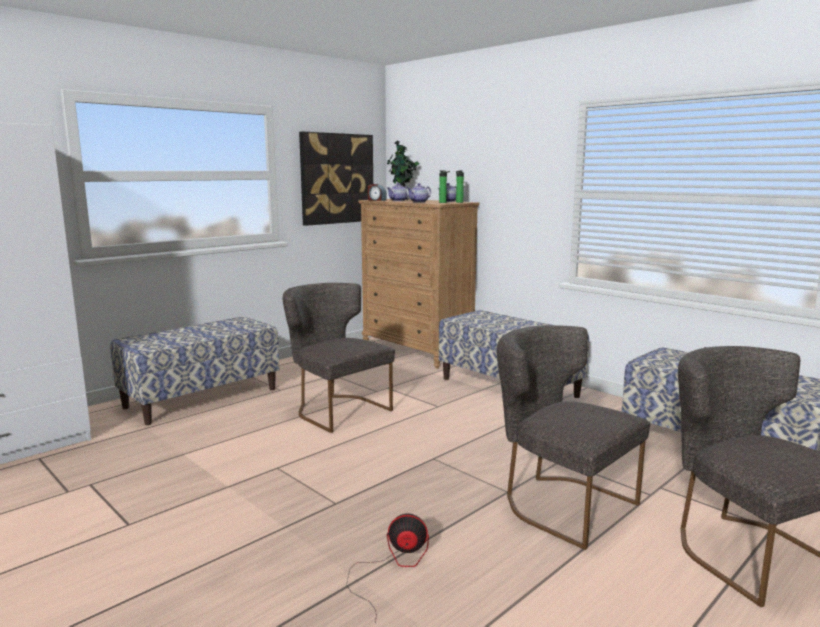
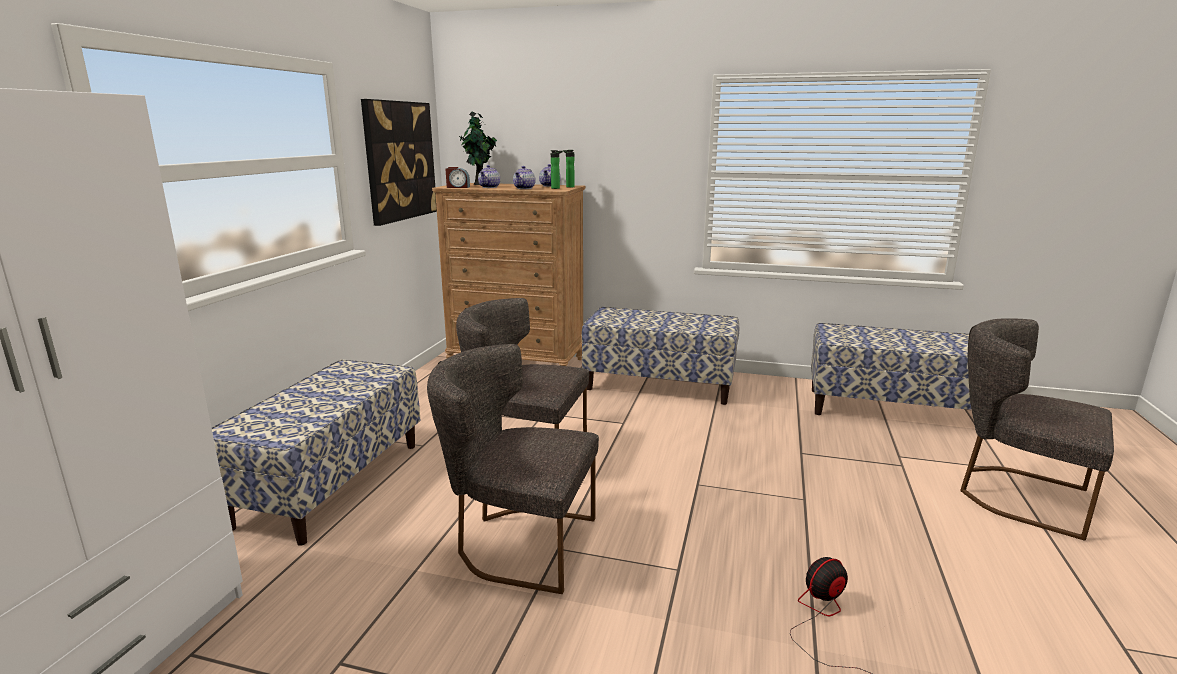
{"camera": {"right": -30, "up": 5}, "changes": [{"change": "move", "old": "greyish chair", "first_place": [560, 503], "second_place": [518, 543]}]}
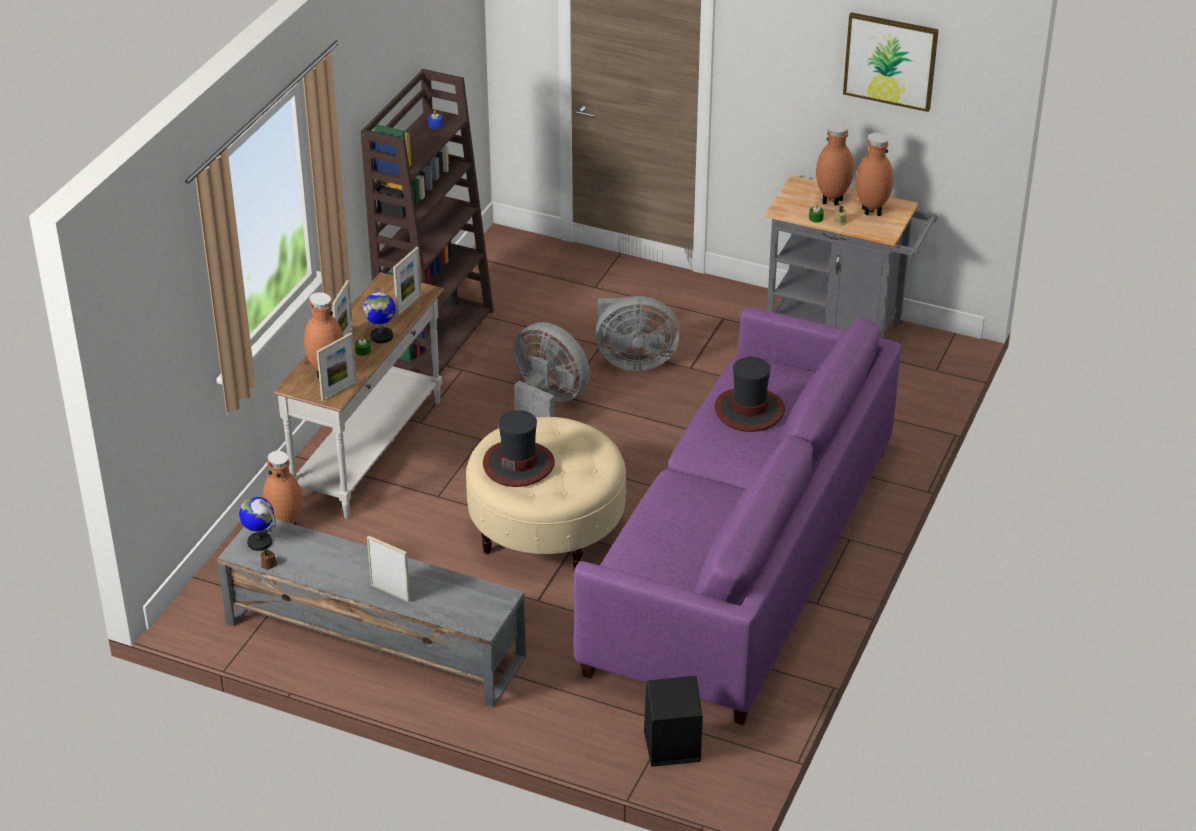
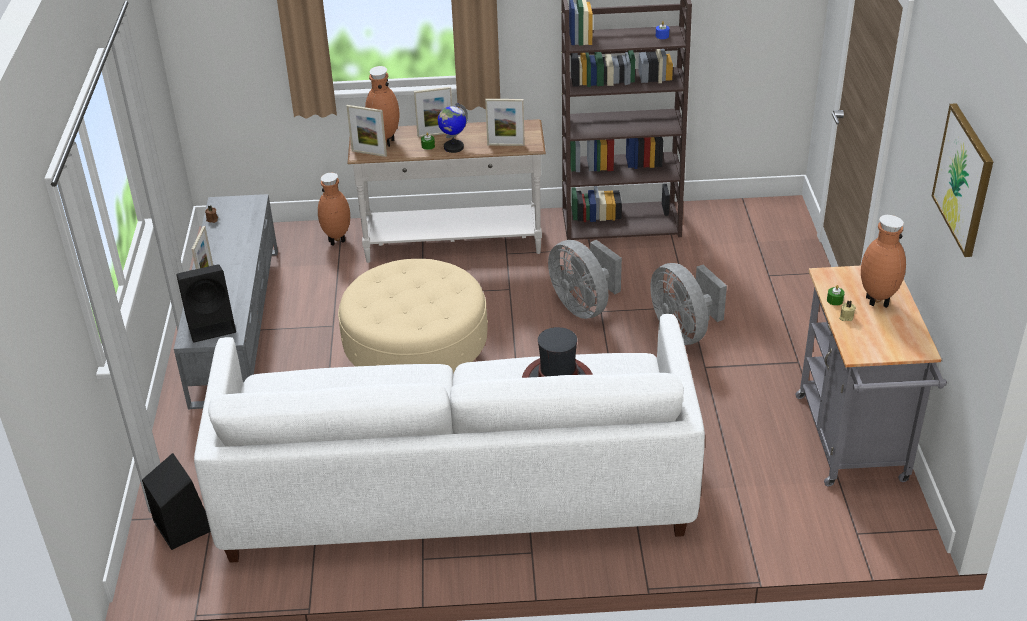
{"camera": {"right": 65, "up": 0}, "changes": [{"change": "insert", "new": "black-coloured speaker", "second_place": [212, 324]}, {"change": "recolor", "old": "purple-coloured sofa", "new": "white-coloured sofa", "first_place": [742, 558], "second_place": [456, 488]}, {"change": "rotate", "old": "greyish fan", "first_place": [547, 403], "second_place": [584, 306], "degrees": 135}, {"change": "delete", "old": "globe", "first_place": [259, 542]}, {"change": "delete", "old": "hat", "first_place": [519, 464]}, {"change": "delete", "old": "brown-coloured flower vase", "first_place": [870, 212]}]}
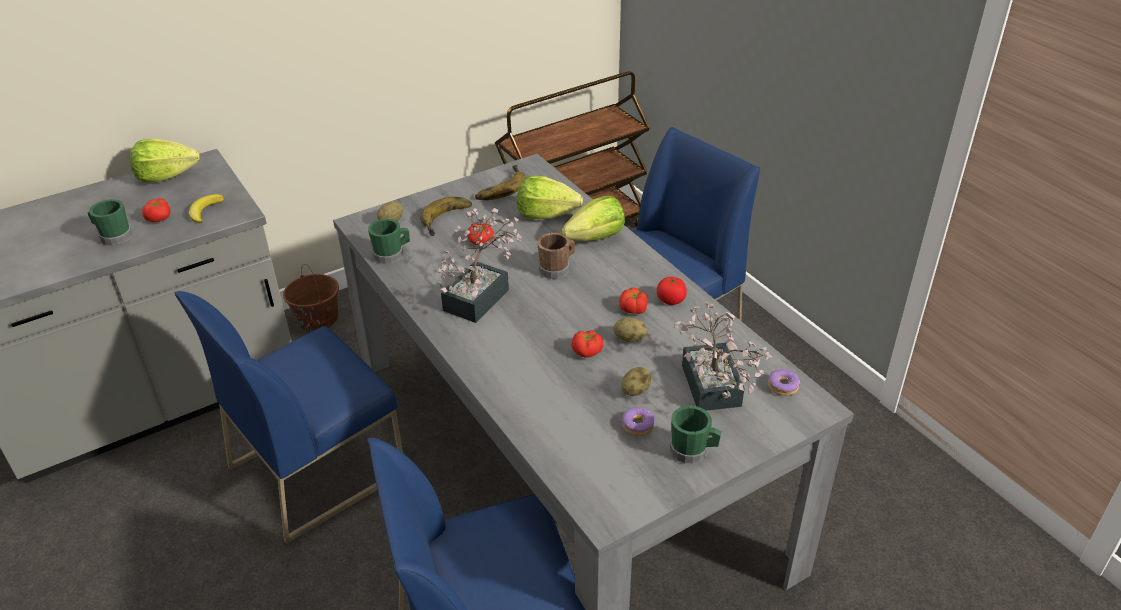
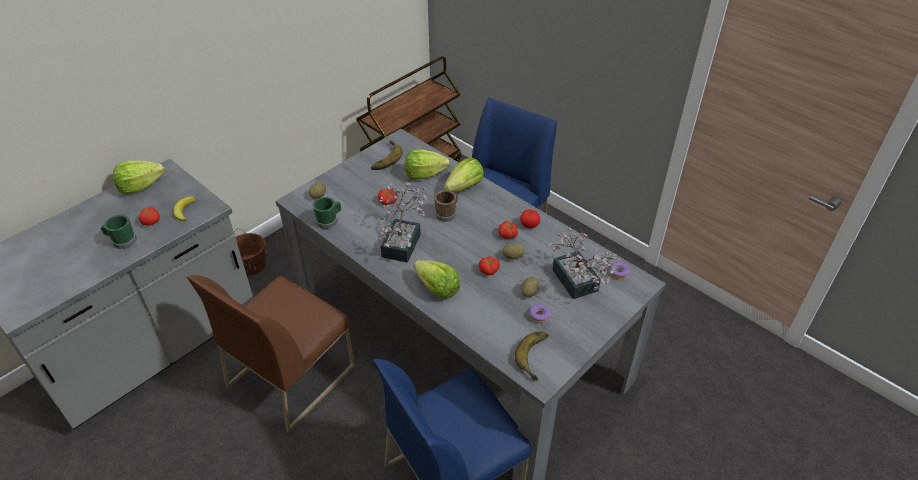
{"camera": {"right": -15, "up": 5}, "changes": [{"change": "recolor", "old": "blue-coloured chair", "new": "brown-coloured chair", "first_place": [317, 468], "second_place": [291, 375]}, {"change": "insert", "new": "lettuce head", "second_place": [437, 288]}, {"change": "move", "old": "banana", "first_place": [449, 220], "second_place": [537, 357]}, {"change": "delete", "old": "green mug", "first_place": [693, 451]}]}
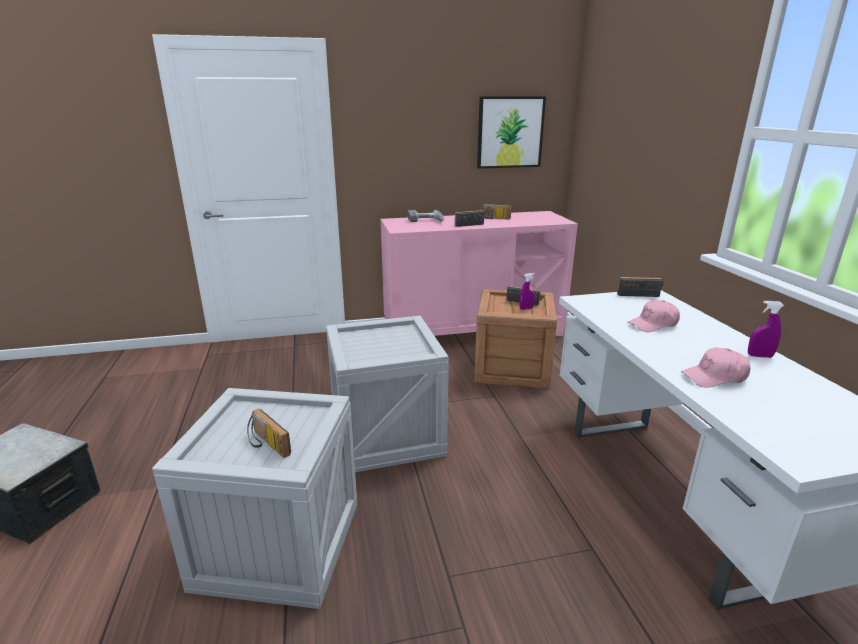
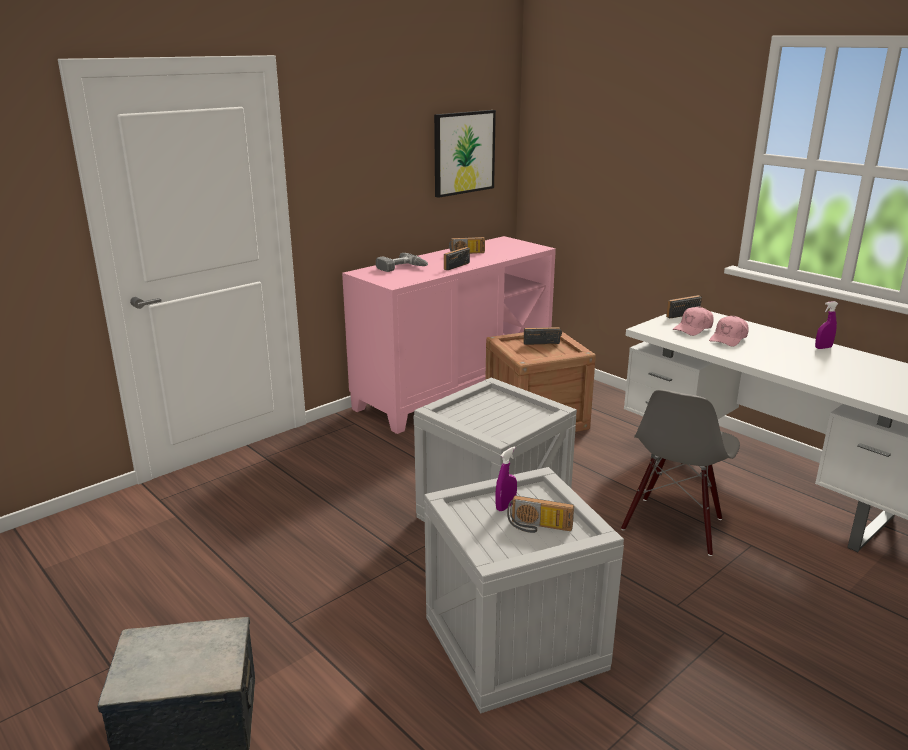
{"camera": {"right": -30, "up": 0}, "changes": [{"change": "move", "old": "purple-coloured sprayer", "first_place": [526, 308], "second_place": [505, 506]}, {"change": "insert", "new": "greyish chair", "second_place": [673, 525]}, {"change": "move", "old": "pinkish cap", "first_place": [714, 377], "second_place": [693, 328]}]}
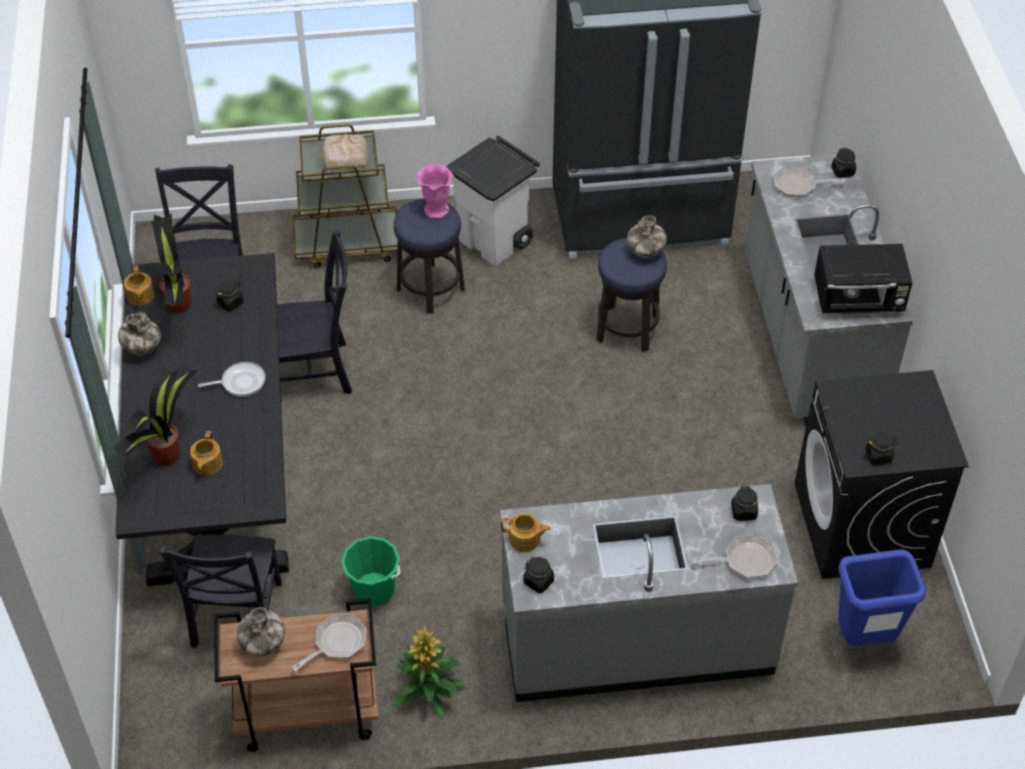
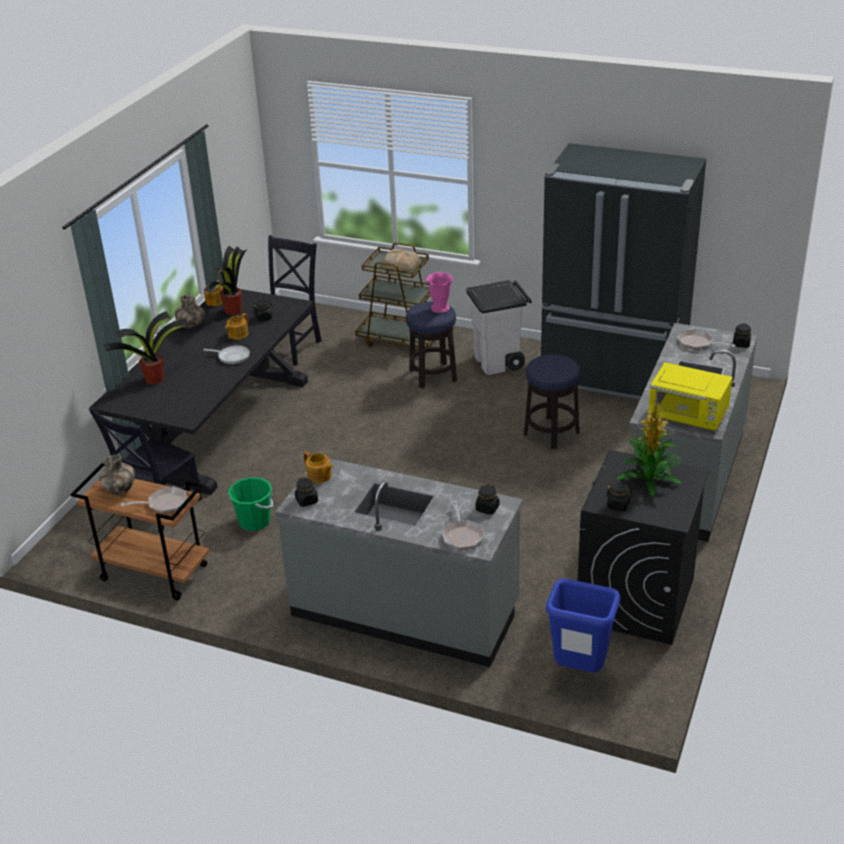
{"camera": {"right": 30, "up": -15}, "changes": [{"change": "move", "old": "teapot", "first_place": [207, 464], "second_place": [237, 335]}, {"change": "rotate", "old": "frying pan", "first_place": [745, 560], "second_place": [462, 535], "degrees": 60}, {"change": "move", "old": "plant in a pot", "first_place": [428, 689], "second_place": [650, 478]}, {"change": "recolor", "old": "black-coloured kitchen microwave", "new": "yellow kitchen microwave", "first_place": [859, 299], "second_place": [688, 416]}, {"change": "delete", "old": "black-coloured chair", "first_place": [316, 372]}, {"change": "delete", "old": "flower vase", "first_place": [645, 252]}]}
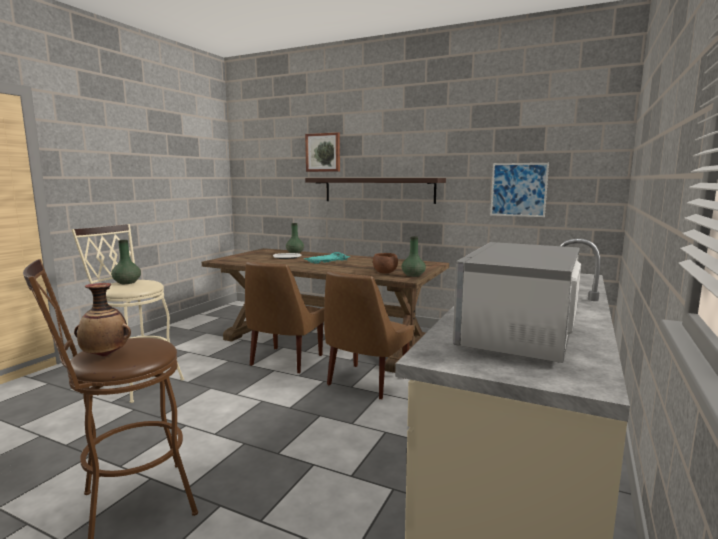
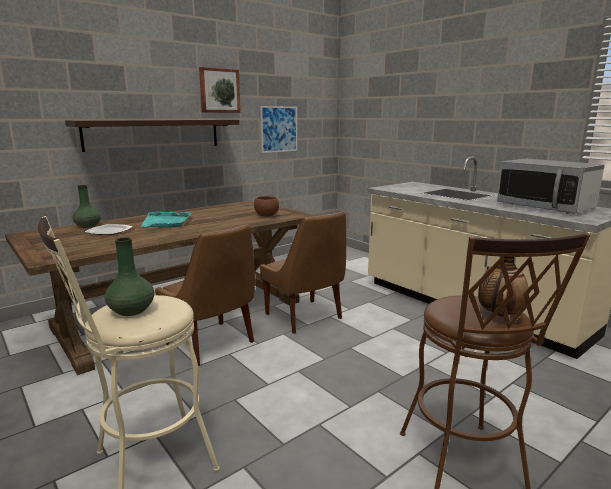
{"camera": {"right": -65, "up": 5}, "changes": [{"change": "move", "old": "wall picture", "first_place": [323, 152], "second_place": [219, 90]}, {"change": "delete", "old": "green flower vase", "first_place": [413, 275]}]}
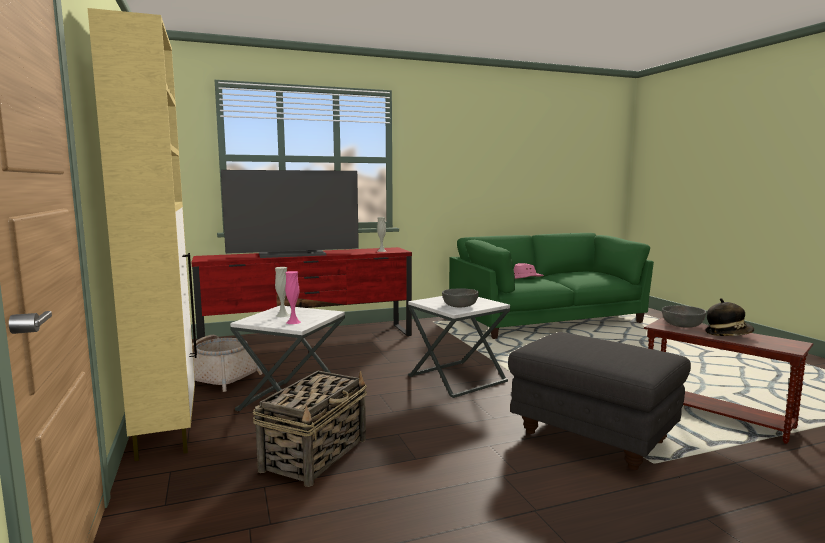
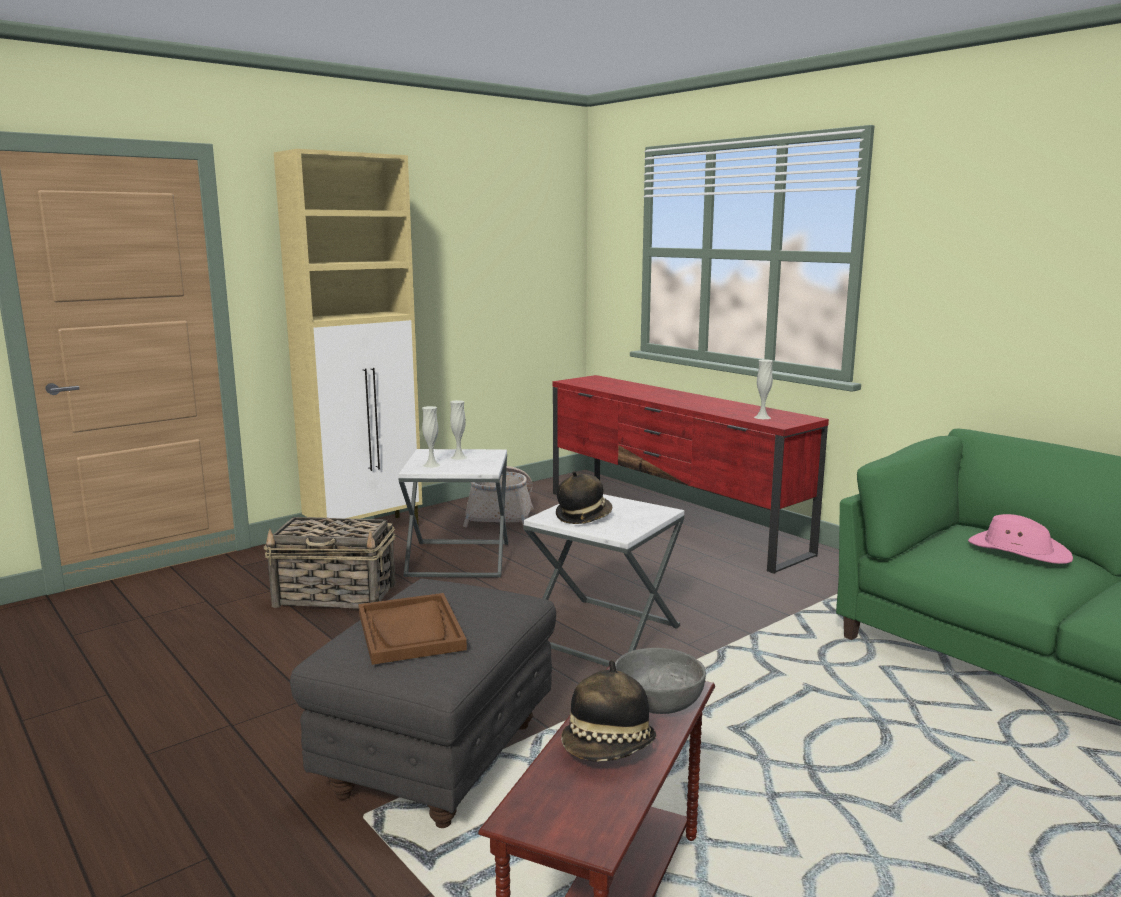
{"camera": {"right": 70, "up": 5}, "changes": [{"change": "insert", "new": "brown-coloured tray", "second_place": [411, 631]}, {"change": "recolor", "old": "pinkish flower vase", "new": "white-coloured flower vase", "first_place": [293, 322], "second_place": [431, 465]}, {"change": "replace", "old": "greyish serving bowl", "new": "hat", "first_place": [459, 305], "second_place": [583, 516]}, {"change": "delete", "old": "television", "first_place": [293, 254]}]}
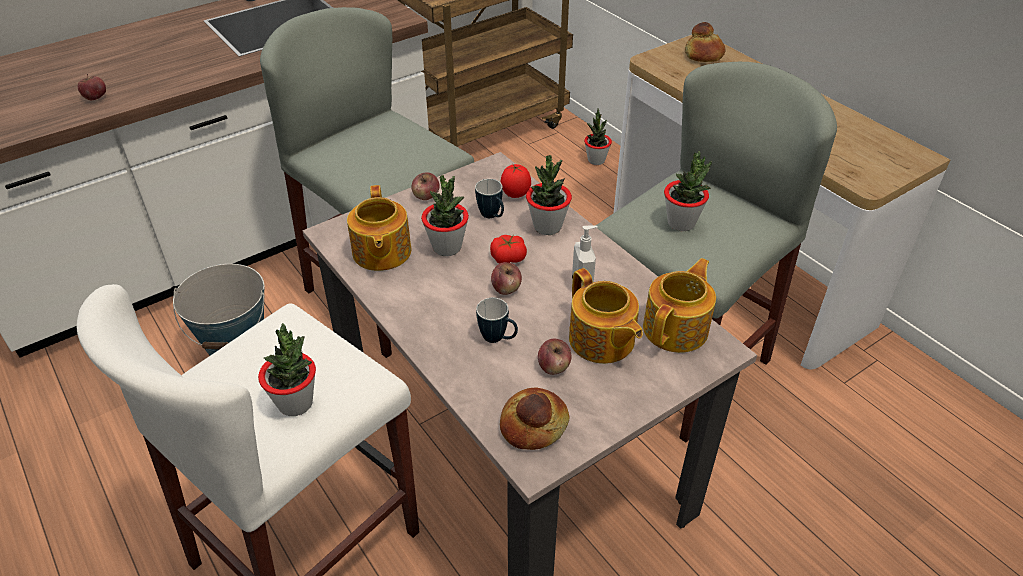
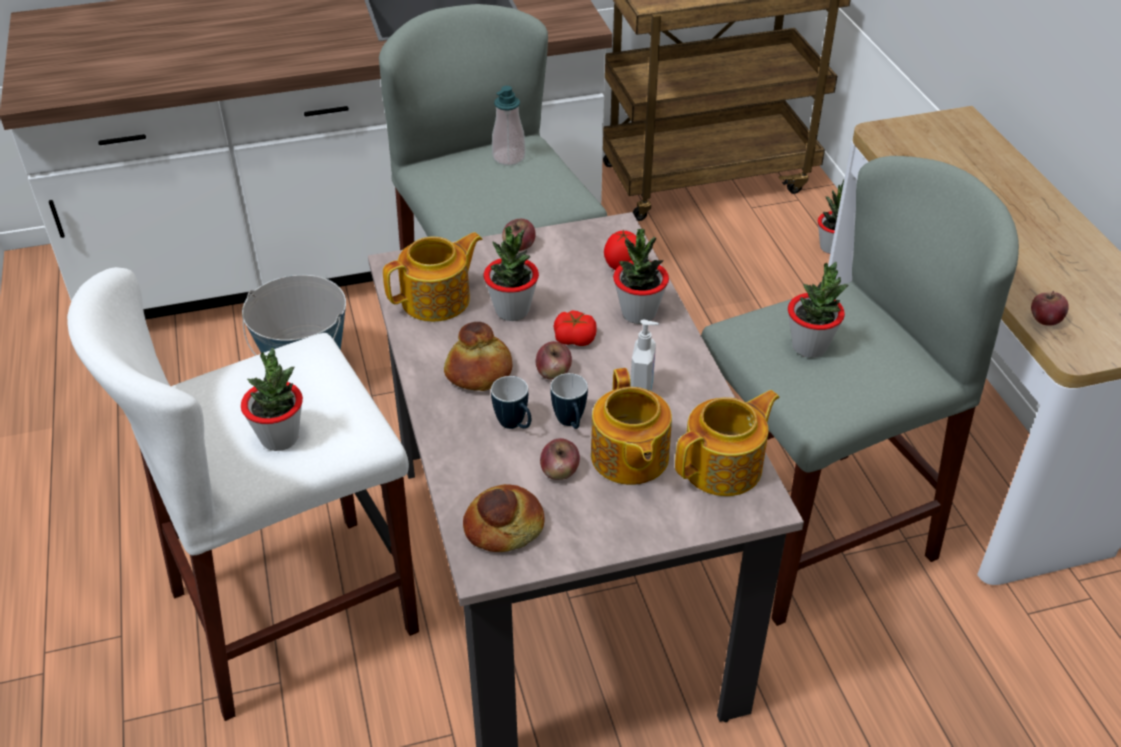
{"camera": {"right": 20, "up": 0}, "changes": [{"change": "rotate", "old": "teapot", "first_place": [381, 253], "second_place": [437, 300], "degrees": -135}, {"change": "move", "old": "bakery bread", "first_place": [703, 55], "second_place": [478, 372]}, {"change": "insert", "new": "liquid soap bottle", "second_place": [508, 157]}, {"change": "move", "old": "mug", "first_place": [492, 216], "second_place": [571, 424]}, {"change": "move", "old": "whole apple", "first_place": [95, 98], "second_place": [1045, 320]}]}
